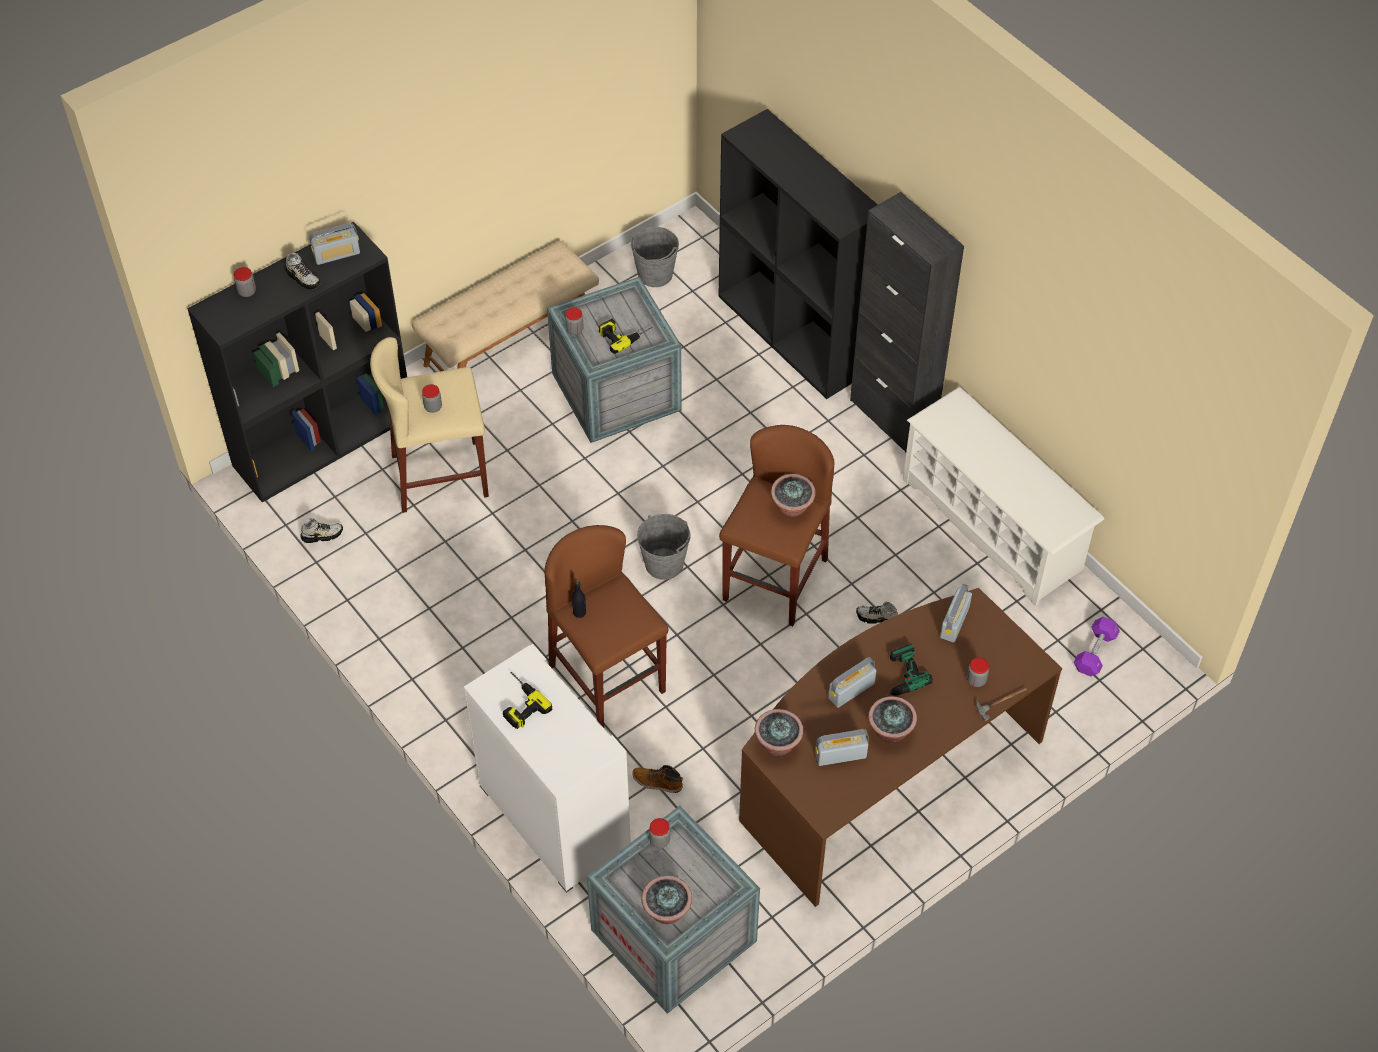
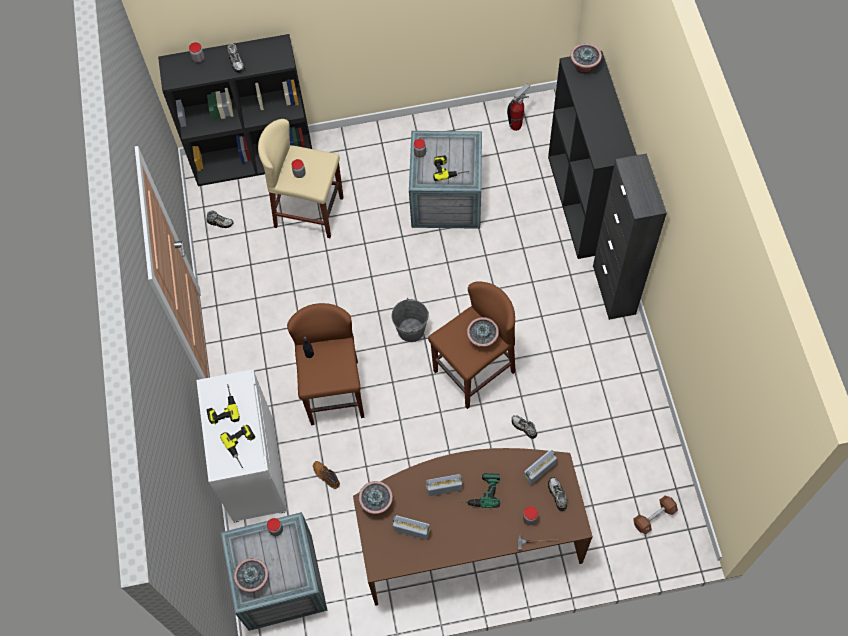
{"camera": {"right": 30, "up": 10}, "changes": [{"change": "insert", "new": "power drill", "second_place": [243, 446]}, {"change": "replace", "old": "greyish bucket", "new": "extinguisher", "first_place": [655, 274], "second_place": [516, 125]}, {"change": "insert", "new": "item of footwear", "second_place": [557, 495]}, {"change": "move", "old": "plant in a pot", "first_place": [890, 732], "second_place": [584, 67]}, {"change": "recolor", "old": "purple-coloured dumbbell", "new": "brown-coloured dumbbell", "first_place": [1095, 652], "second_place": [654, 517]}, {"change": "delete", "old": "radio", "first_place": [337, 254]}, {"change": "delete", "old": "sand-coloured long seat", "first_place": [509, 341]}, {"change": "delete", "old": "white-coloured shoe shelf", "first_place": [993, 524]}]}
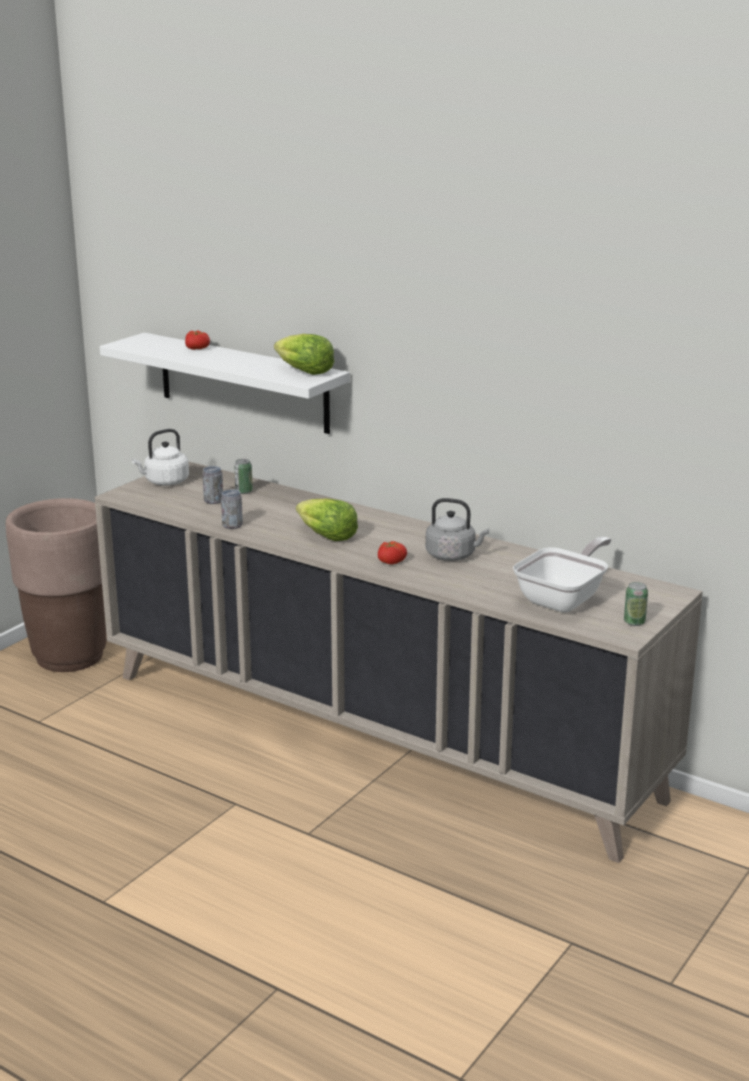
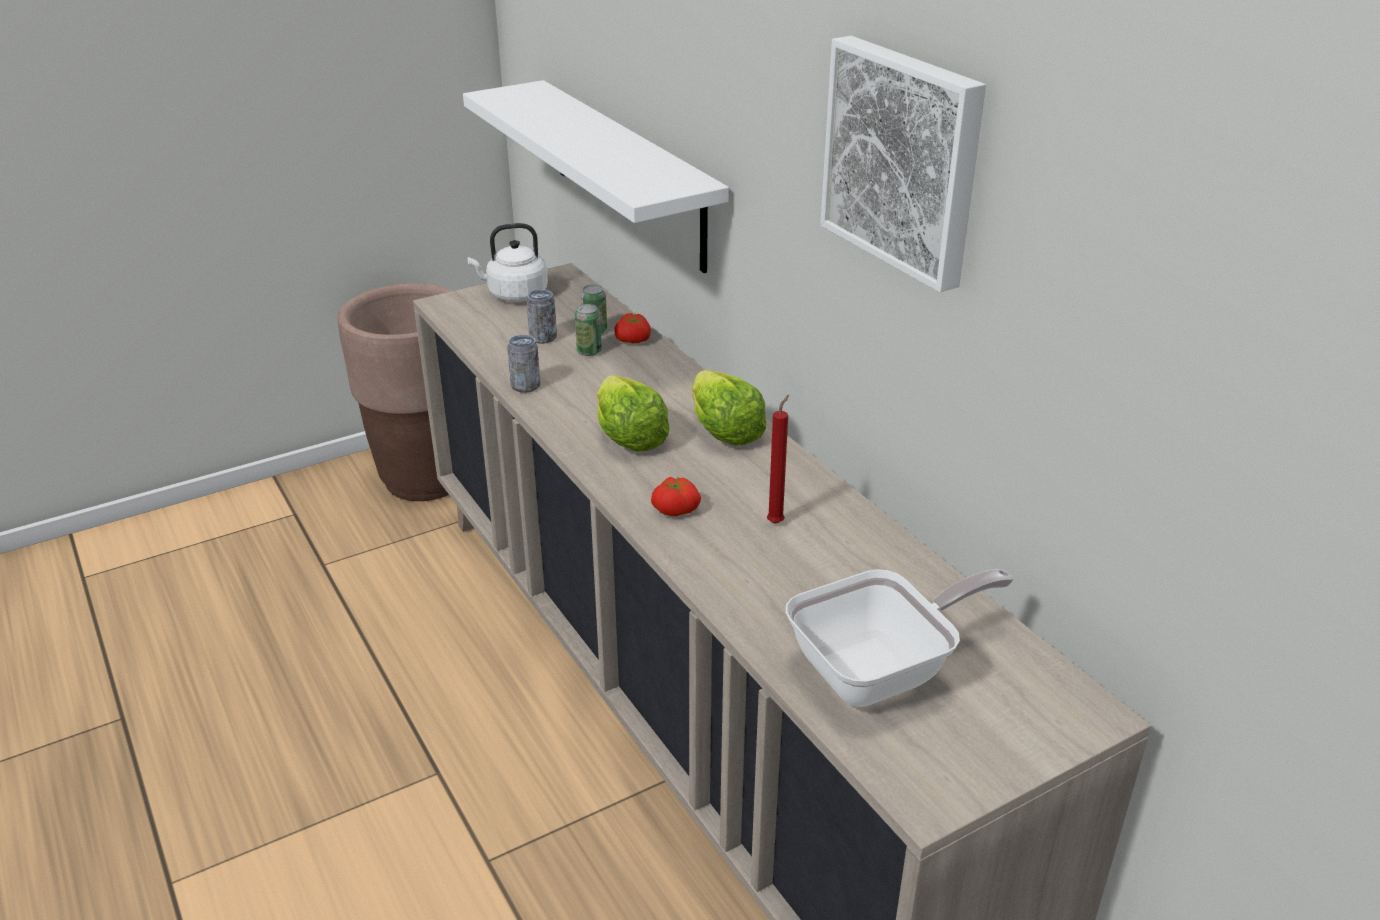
{"camera": {"right": 25, "up": 10}, "changes": [{"change": "move", "old": "sealed can", "first_place": [634, 622], "second_place": [589, 351]}, {"change": "move", "old": "fresh tomato", "first_place": [198, 348], "second_place": [634, 340]}, {"change": "move", "old": "lettuce head", "first_place": [303, 372], "second_place": [723, 430]}, {"change": "replace", "old": "greyish tea kettle", "new": "red-coloured wax candle", "first_place": [453, 556], "second_place": [777, 522]}, {"change": "insert", "new": "wall picture", "second_place": [904, 159]}]}
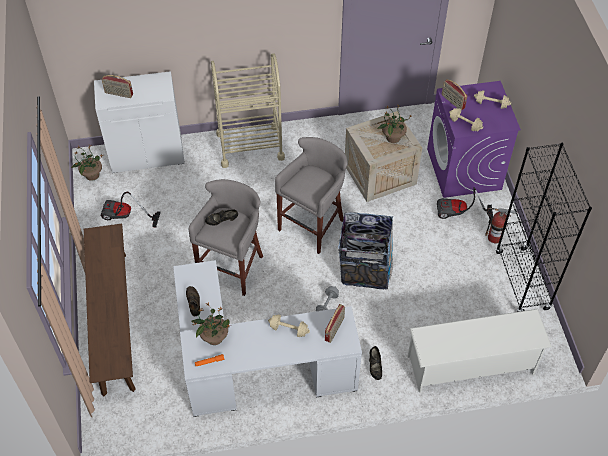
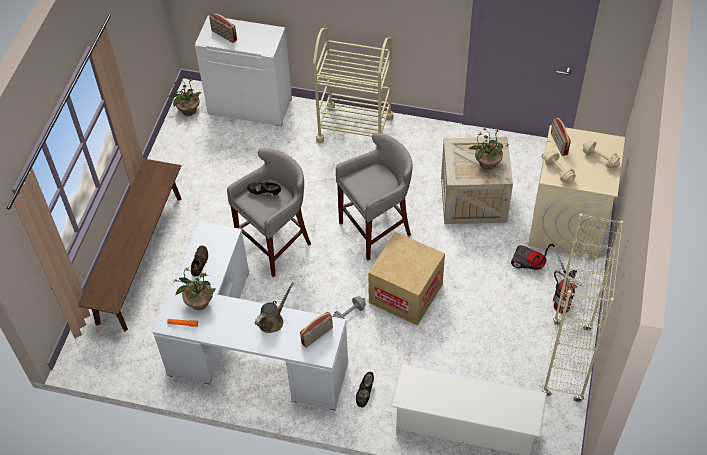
{"camera": {"right": 25, "up": 0}, "changes": [{"change": "replace", "old": "sand-coloured dumbbell", "new": "brown-coloured sprinkling can", "first_place": [288, 329], "second_place": [273, 320]}, {"change": "replace", "old": "trash can", "new": "cardboard box", "first_place": [365, 270], "second_place": [405, 293]}, {"change": "recolor", "old": "purple-coloured laundry appliance", "new": "sand-coloured laundry appliance", "first_place": [464, 169], "second_place": [567, 223]}, {"change": "recolor", "old": "black-coloured bookshelf", "new": "sand-coloured bookshelf", "first_place": [522, 281], "second_place": [567, 362]}, {"change": "delete", "old": "vacuum", "first_place": [125, 217]}]}
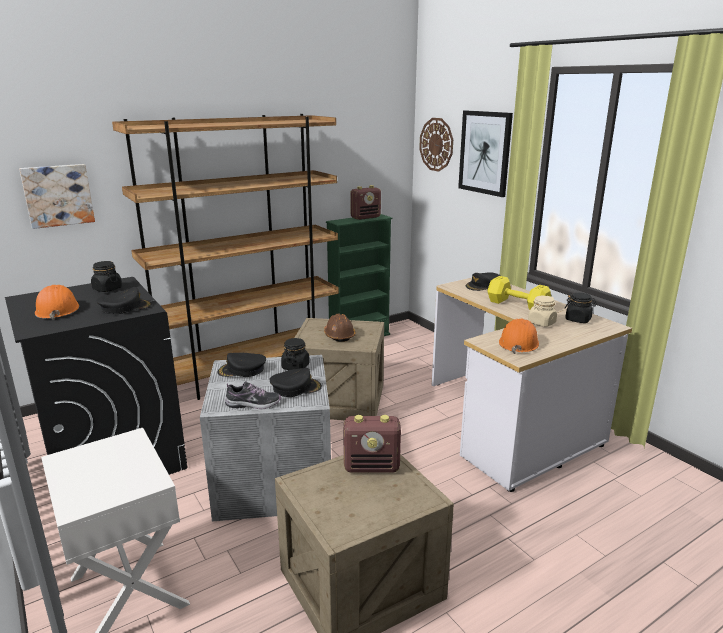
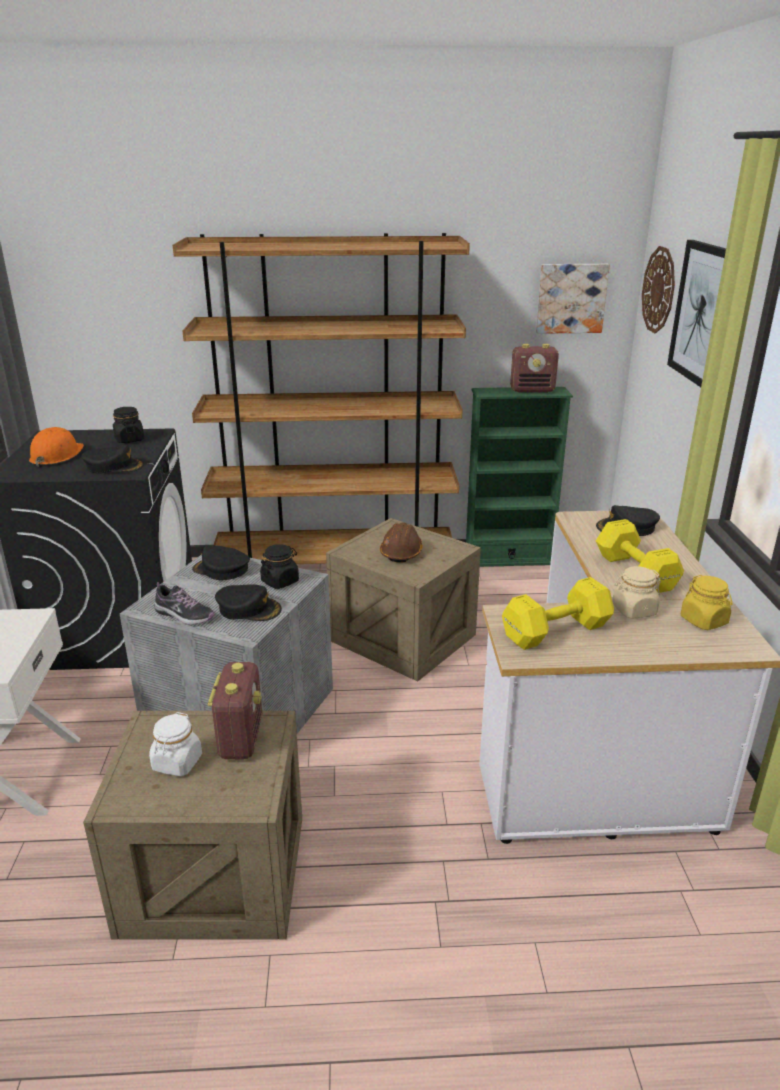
{"camera": {"right": 30, "up": 5}, "changes": [{"change": "insert", "new": "white-coloured jar", "second_place": [177, 763]}, {"change": "rotate", "old": "radio", "first_place": [372, 467], "second_place": [240, 738], "degrees": -120}, {"change": "replace", "old": "orangey safety helmet", "new": "yellow dumbbell", "first_place": [518, 342], "second_place": [553, 631]}, {"change": "move", "old": "wall picture", "first_place": [58, 195], "second_place": [571, 298]}, {"change": "recolor", "old": "black-coloured jar", "new": "yellow jar", "first_place": [578, 319], "second_place": [704, 621]}]}
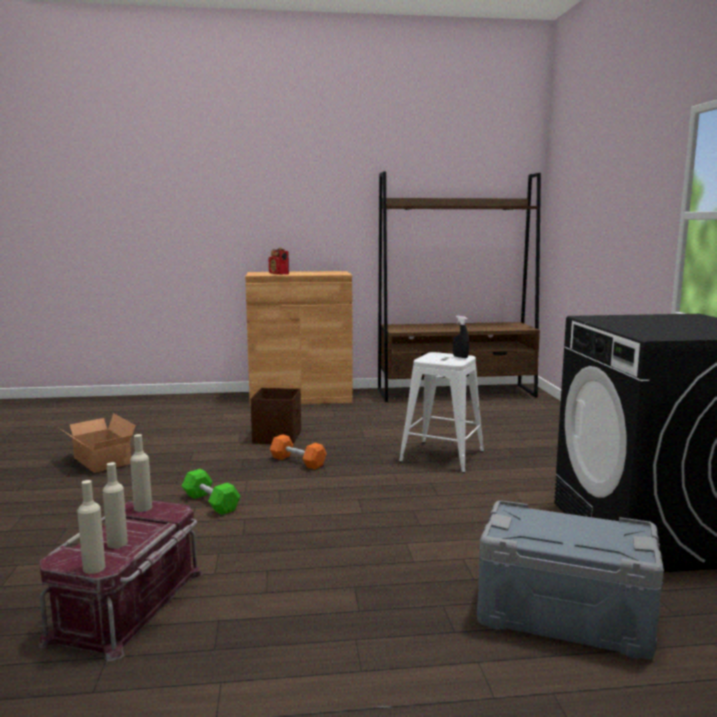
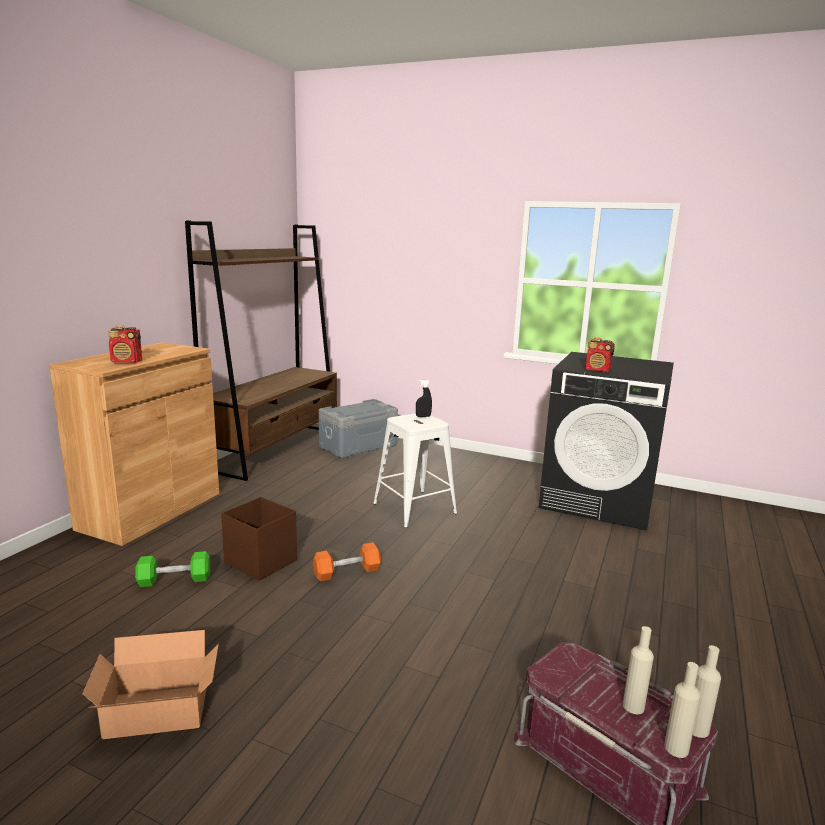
{"camera": {"right": -60, "up": 5}, "changes": [{"change": "move", "old": "green dumbbell", "first_place": [211, 503], "second_place": [174, 580]}, {"change": "move", "old": "greyish storage bin", "first_place": [564, 616], "second_place": [358, 446]}, {"change": "insert", "new": "radio", "second_place": [598, 370]}, {"change": "move", "old": "sand-coloured drink bottle", "first_place": [143, 508], "second_place": [676, 748]}]}
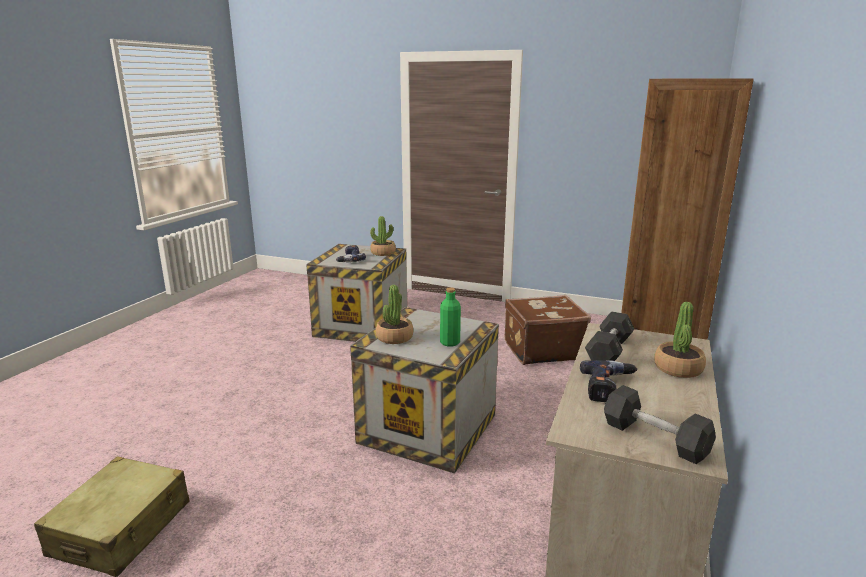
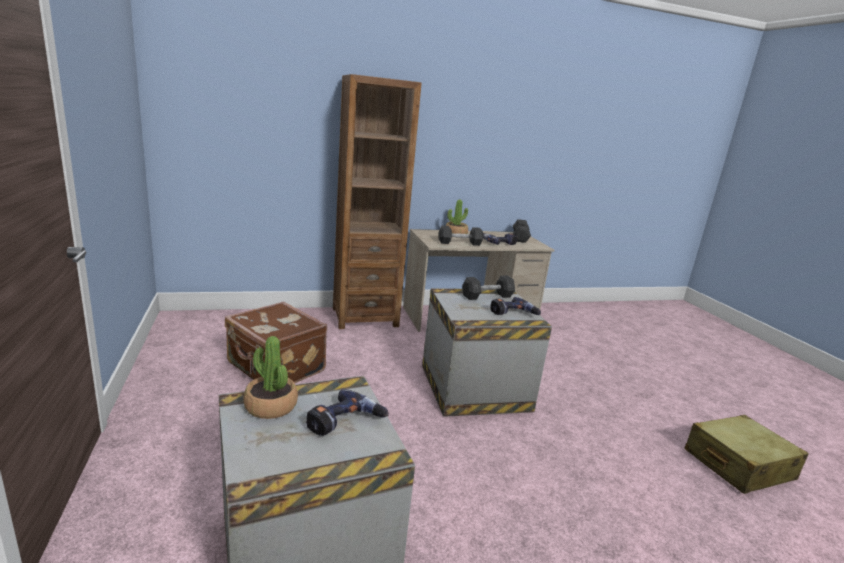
{"camera": {"right": -130, "up": 0}, "changes": [{"change": "replace", "old": "green drink bottle", "new": "greyish dumbbell", "first_place": [450, 342], "second_place": [487, 296]}, {"change": "replace", "old": "plant in a pot", "new": "power drill", "first_place": [394, 337], "second_place": [513, 314]}]}
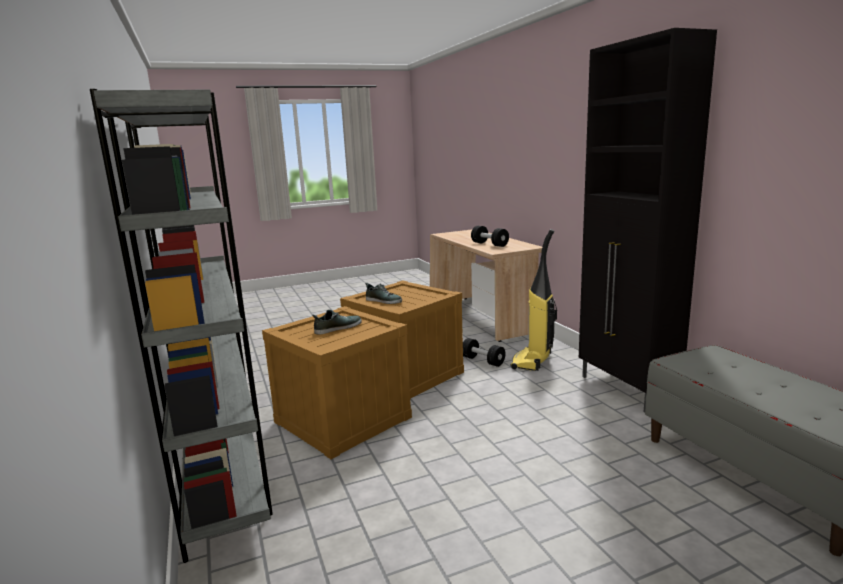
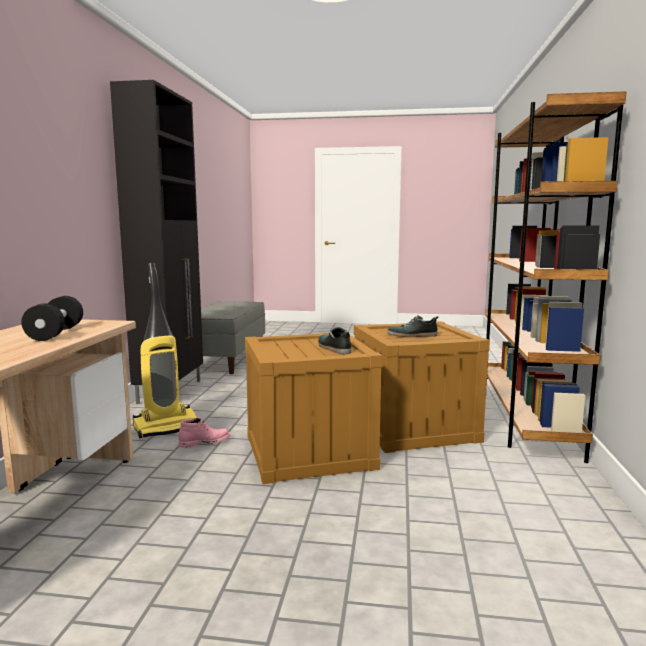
{"camera": {"right": -150, "up": -5}, "changes": [{"change": "replace", "old": "black-coloured dumbbell", "new": "pinkish high-top boot", "first_place": [483, 361], "second_place": [204, 442]}, {"change": "recolor", "old": "greyish bookshelf", "new": "brown-coloured bookshelf", "first_place": [223, 471], "second_place": [525, 419]}]}
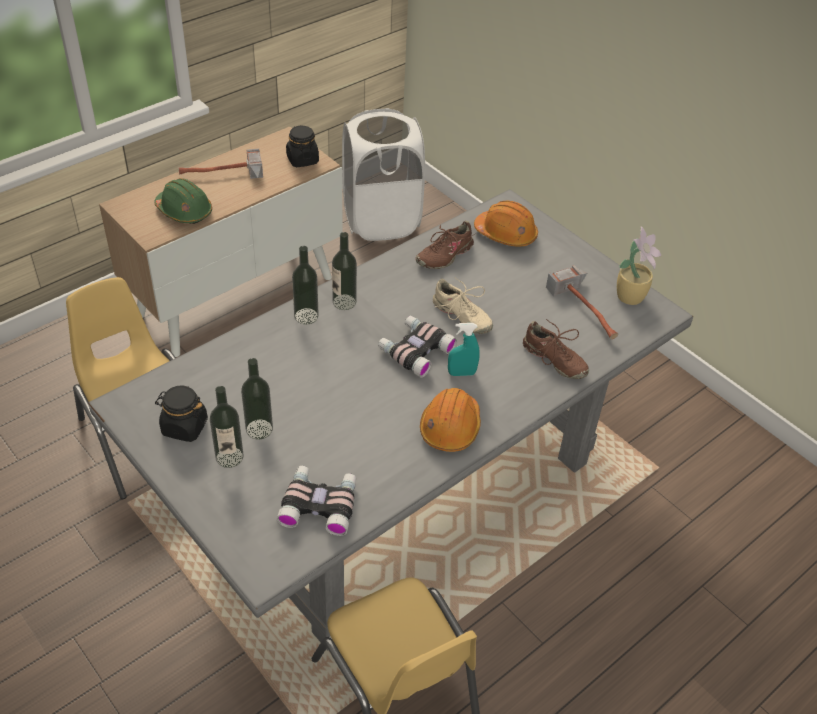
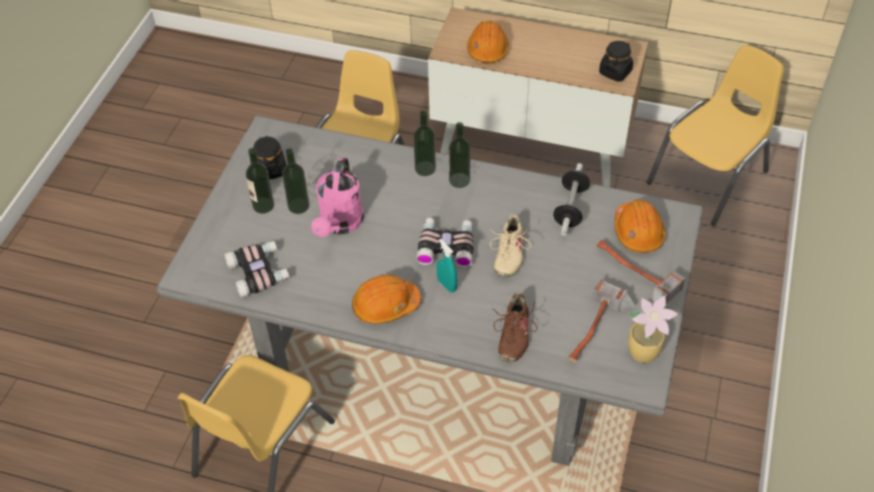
{"camera": {"right": 60, "up": 5}, "changes": [{"change": "insert", "new": "pinkish sprinkling can", "second_place": [340, 224]}, {"change": "recolor", "old": "green safety helmet", "new": "orangey safety helmet", "first_place": [184, 211], "second_place": [487, 49]}, {"change": "replace", "old": "brown-coloured item of footwear", "new": "dumbbell", "first_place": [444, 255], "second_place": [570, 208]}, {"change": "move", "old": "hand hammer", "first_place": [221, 176], "second_place": [631, 276]}, {"change": "replace", "old": "white-coloured washing basket", "new": "yellow chair", "first_place": [381, 220], "second_place": [709, 178]}]}
